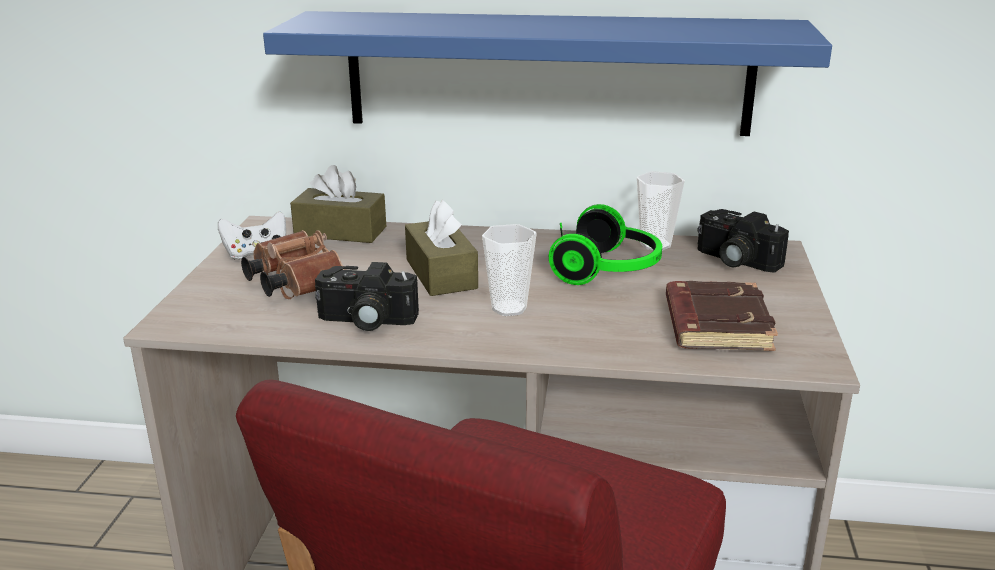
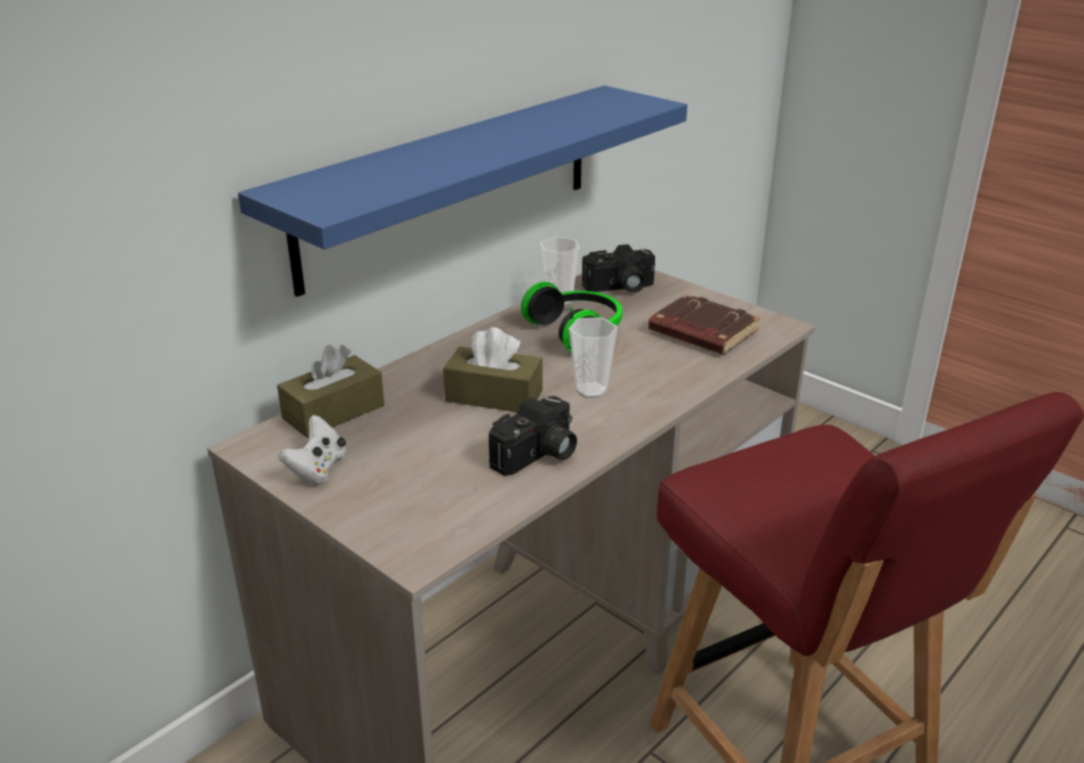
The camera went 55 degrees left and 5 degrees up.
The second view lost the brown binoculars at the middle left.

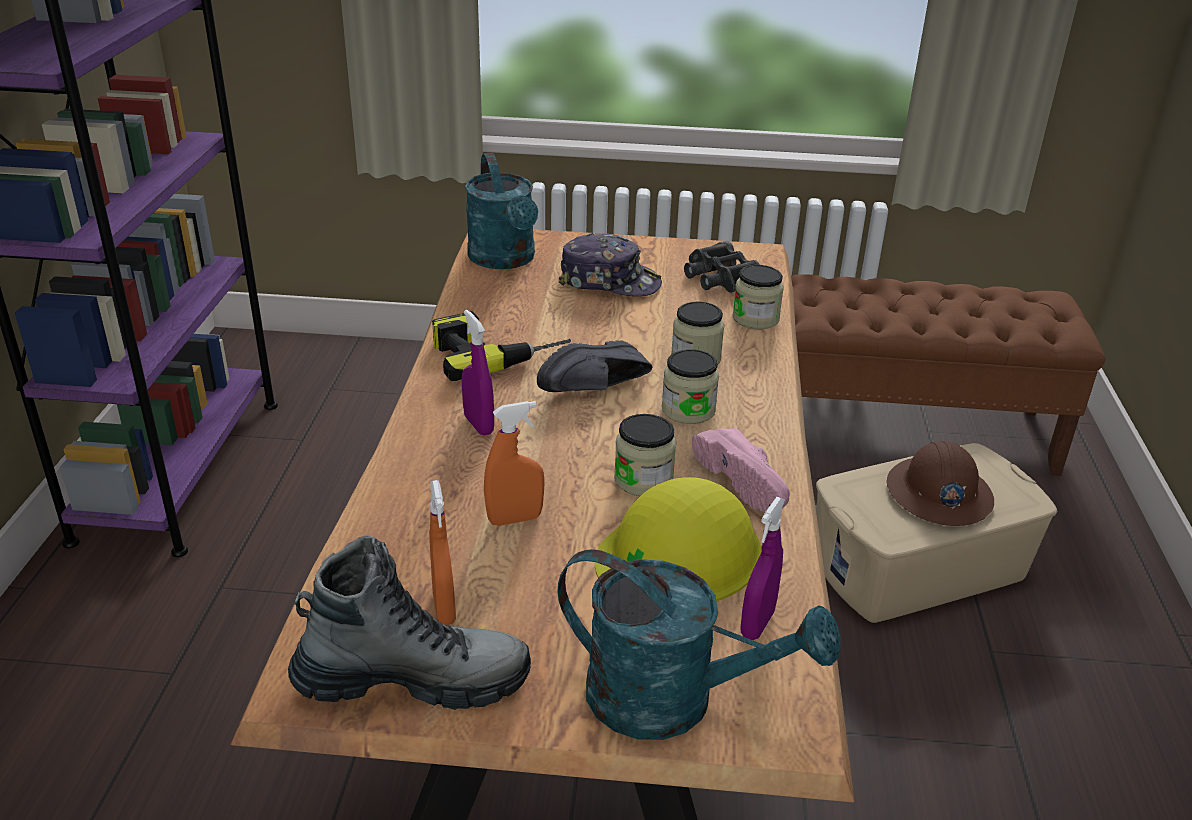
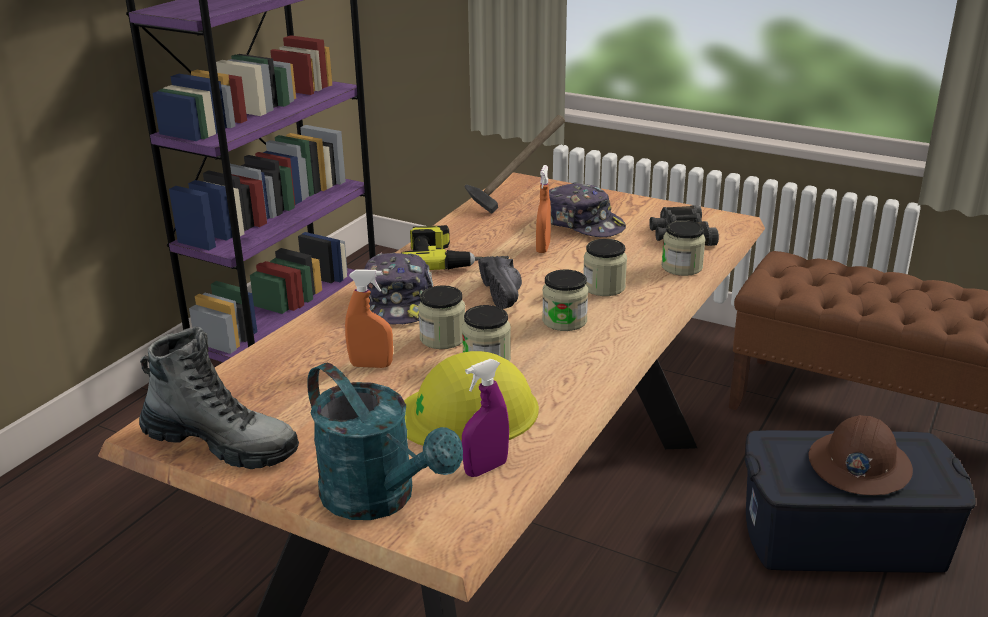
The camera went 25 degrees right and 5 degrees down.
Where the turquoise-coloured sprinkling can (no. 1 from left) stood at the top centre, the tool hammer came to stand at the top centre.
Where the purple-coloured spray bottle (no. 1 from left) stood at the centre, the peaked cap (no. 1 from left) came to stand at the centre.
The black item of footwear at the centre ended up facing another way, 90 degrees counterclockwise from before.
The second view lost the pink-coloured item of footwear at the centre.
What was the beige storage bin at the middle right turned into the blue storage bin at the bottom right.
The orange spray bottle (no. 1 from left in the first image) ended up elsewhere, having gone from the bottom centre to the centre.
The second view gained the jar (no. 1 from left) at the centre.

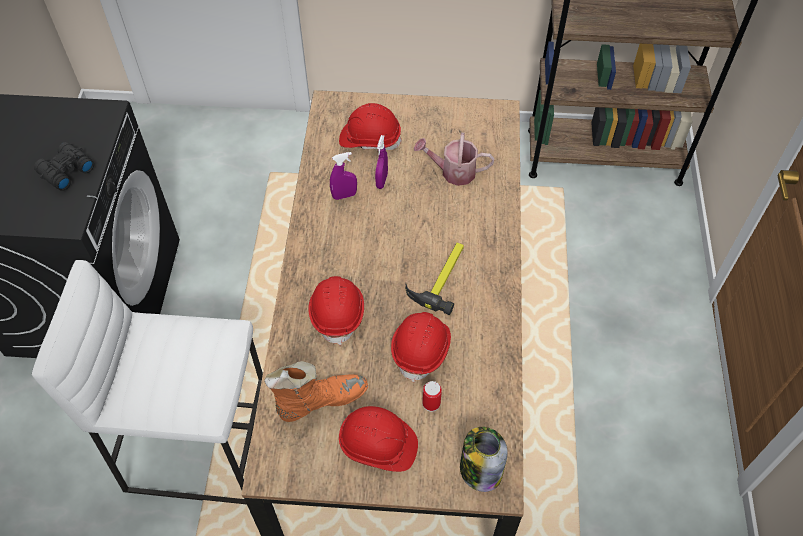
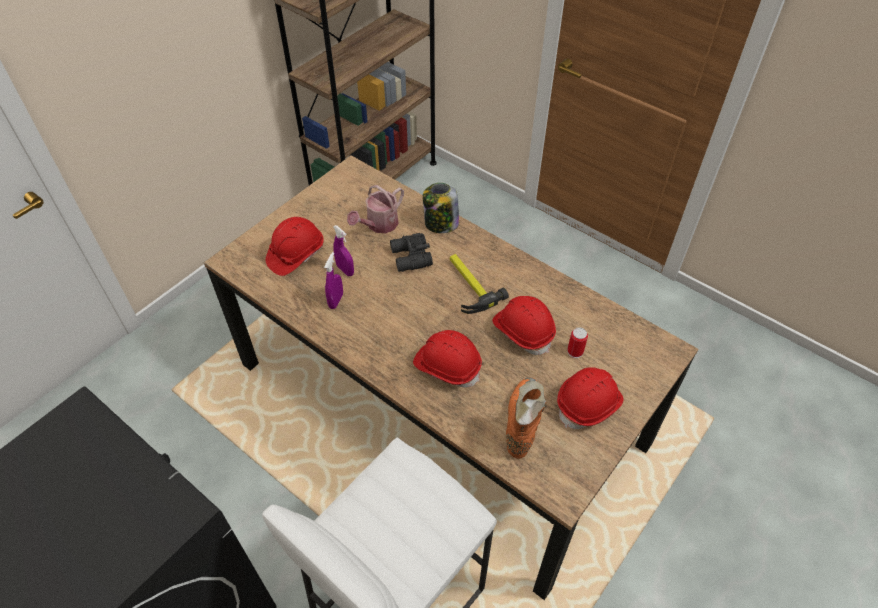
The camera went 55 degrees left and 5 degrees down.
The black binoculars ended up elsewhere, having gone from the top left to the centre.
The jar ended up elsewhere, having gone from the bottom centre to the centre.

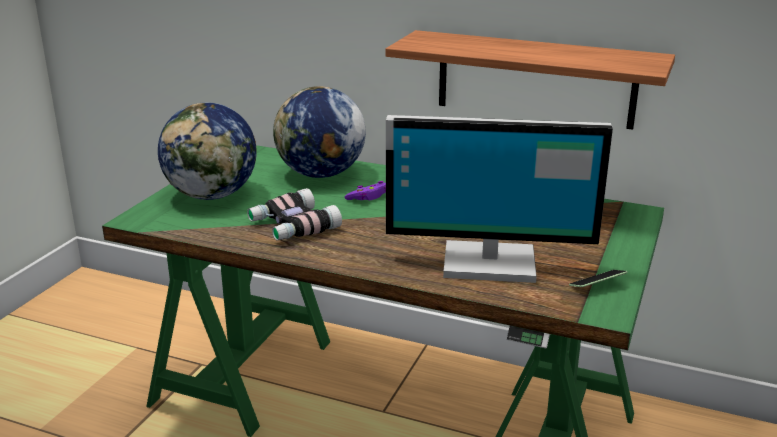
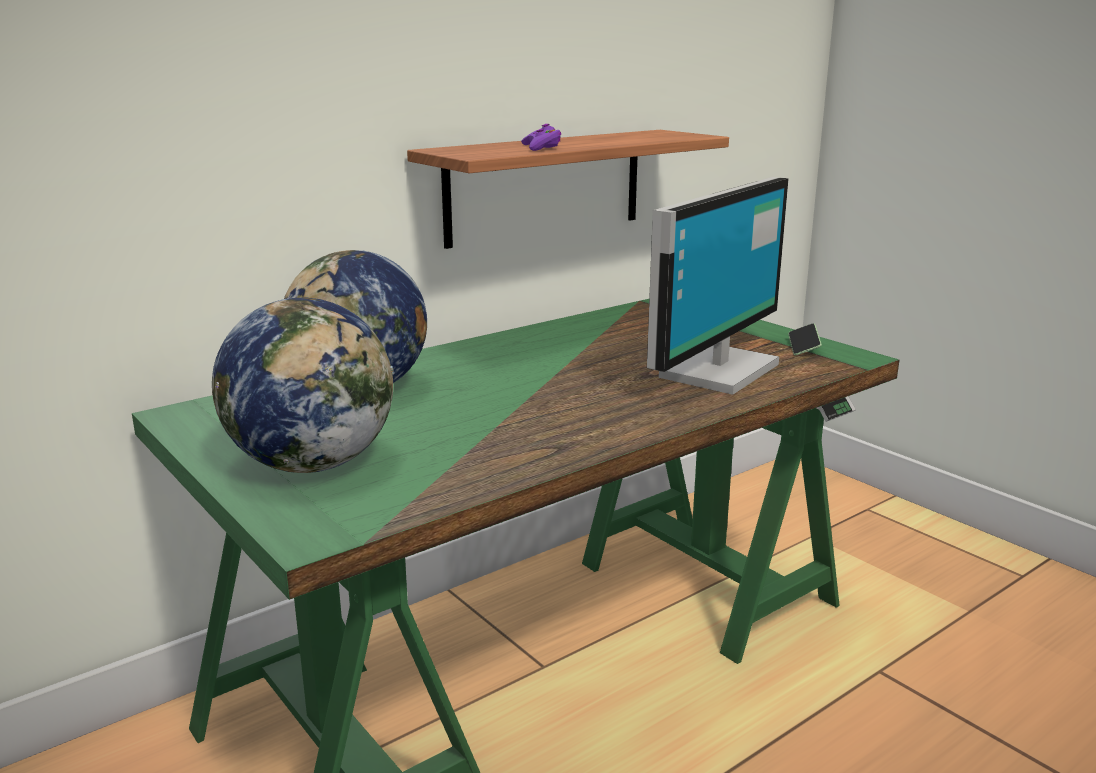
The camera went 60 degrees left and 5 degrees down.
The purple-coloured gamepad ended up elsewhere, having gone from the centre to the top centre.
The second view lost the binoculars at the centre.

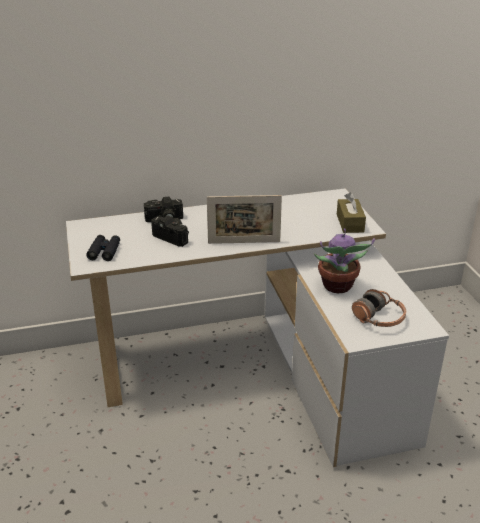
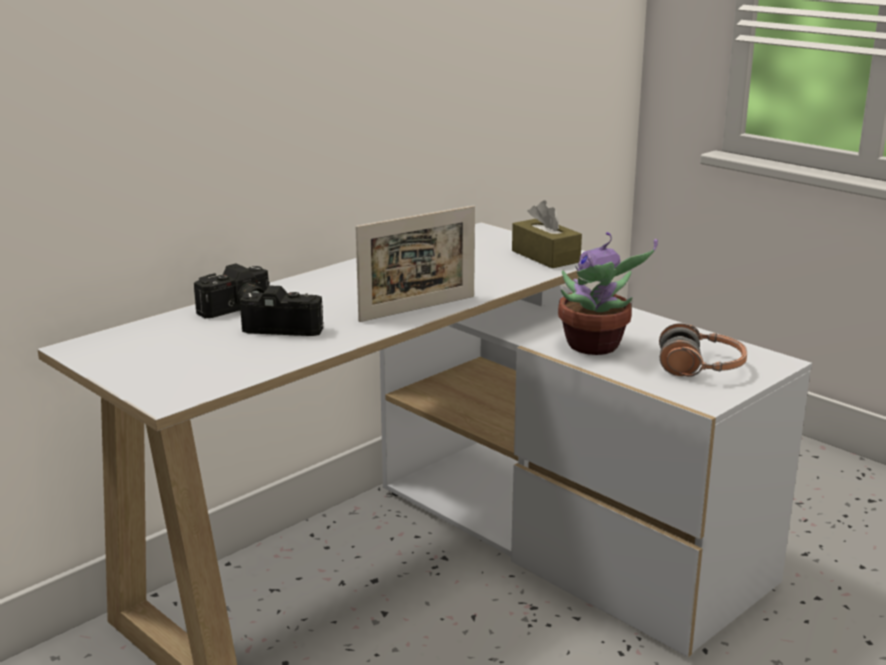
The camera went 30 degrees left and 10 degrees down.
The second view lost the black binoculars at the middle left.

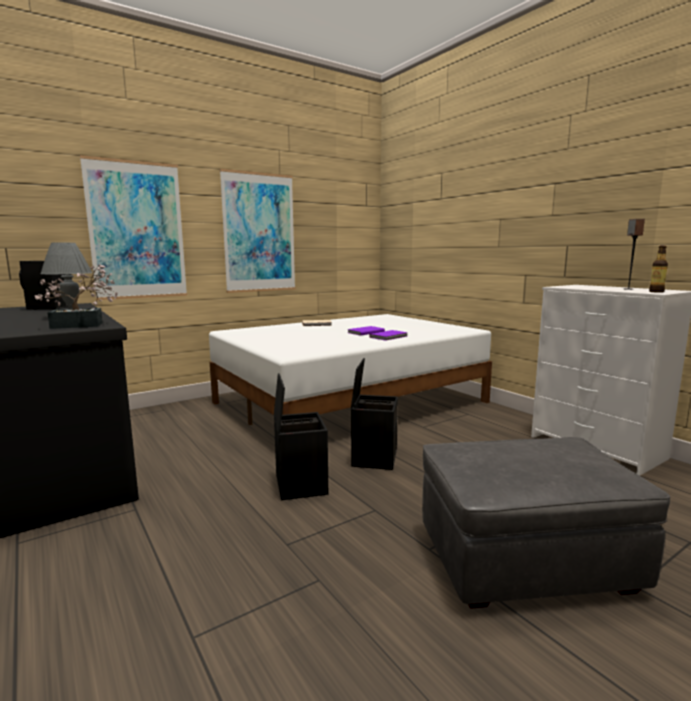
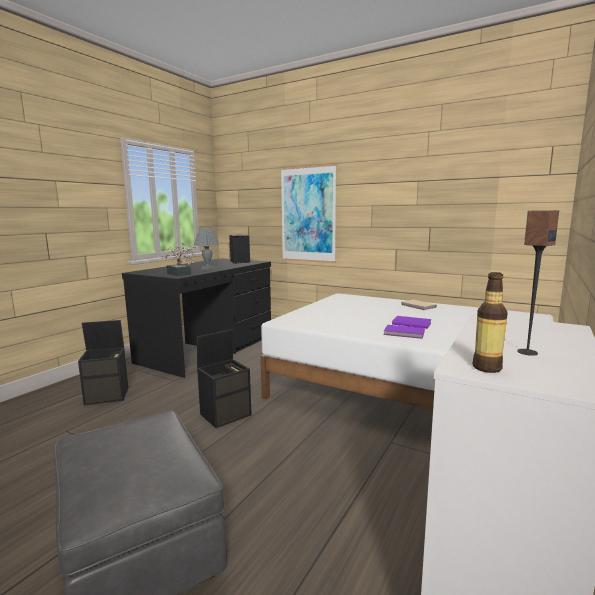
The camera went 65 degrees right and 0 degrees up.
The second view lost the wall art (no. 2 from left) at the top centre.
The black storage bin (no. 2 from left in the first image) ended up elsewhere, having gone from the centre to the middle left.

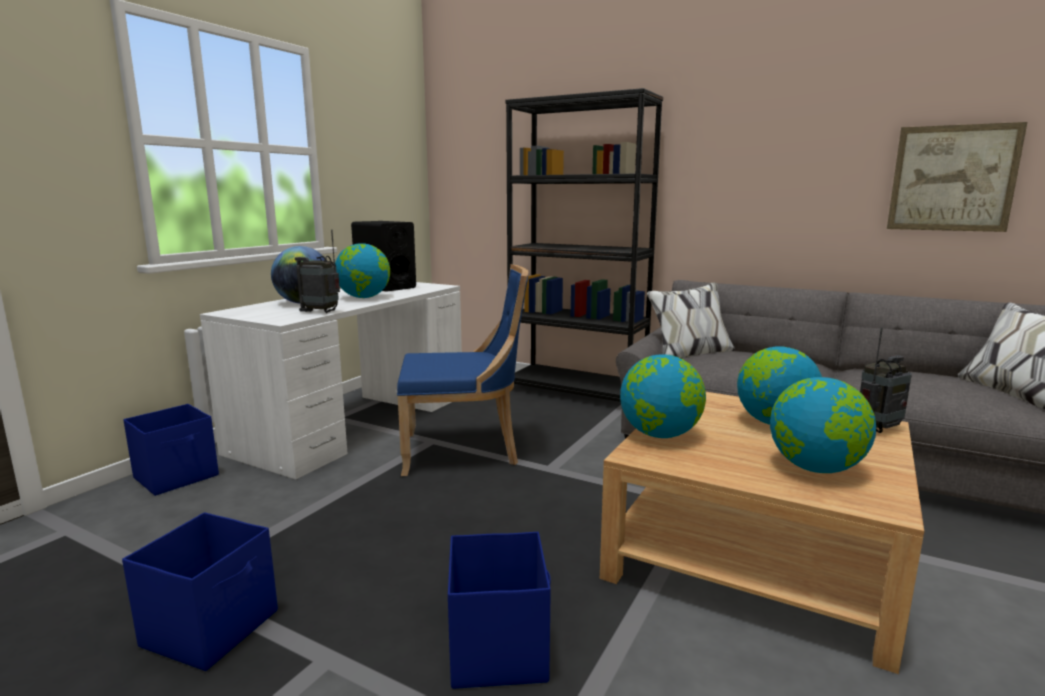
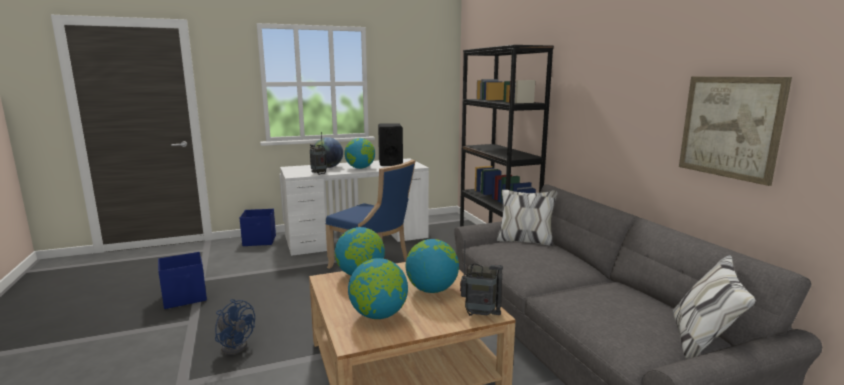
The camera went 40 degrees right and 0 degrees up.
Where the blue storage bin (no. 3 from left) stood at the bottom centre, the blue cooling fan came to stand at the bottom left.

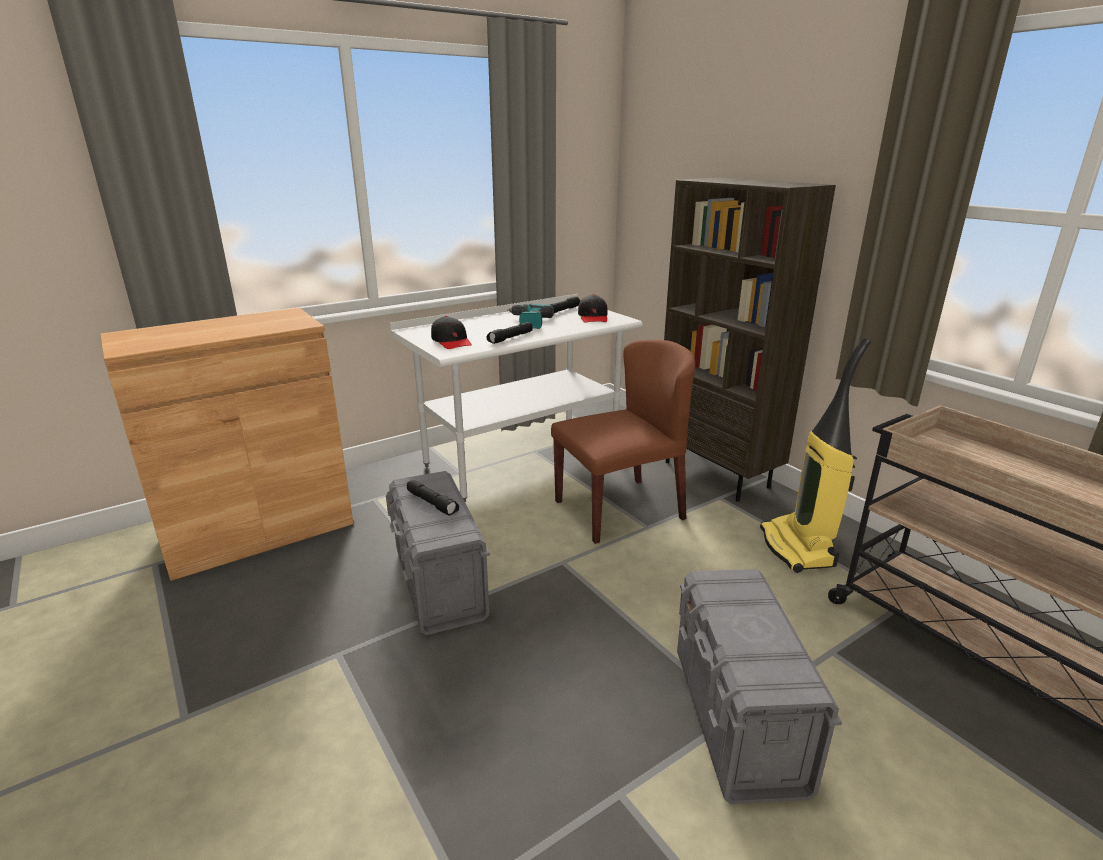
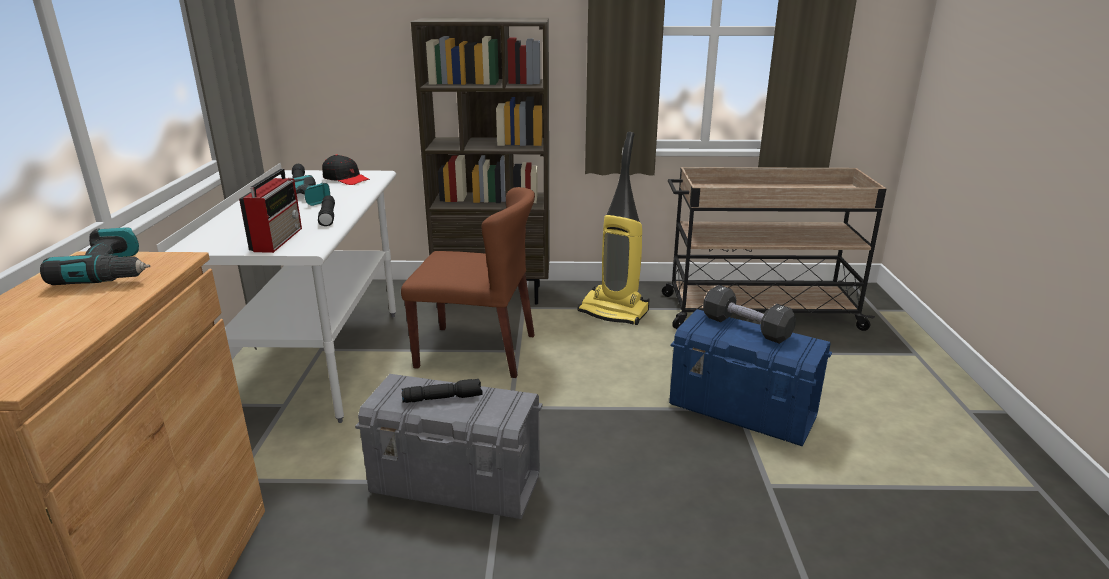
The camera went 55 degrees left and 0 degrees up.
Where the black peaked cap (no. 1 from left) stood at the centre, the radio set came to stand at the middle left.
The brown upright chair at the centre ended up facing another way, 90 degrees clockwise from before.
What was the grey storage bin (no. 2 from left) at the bottom right turned into the blue storage bin at the middle right.
The second view gained the power drill (no. 1 from left) at the middle left.
The second view gained the black free weight at the middle right.

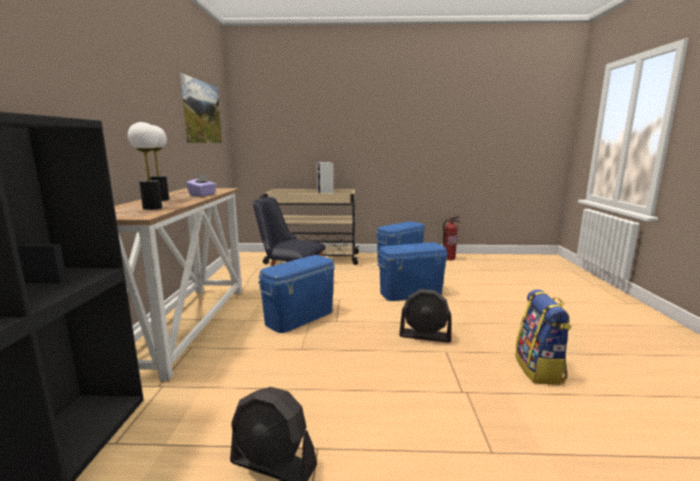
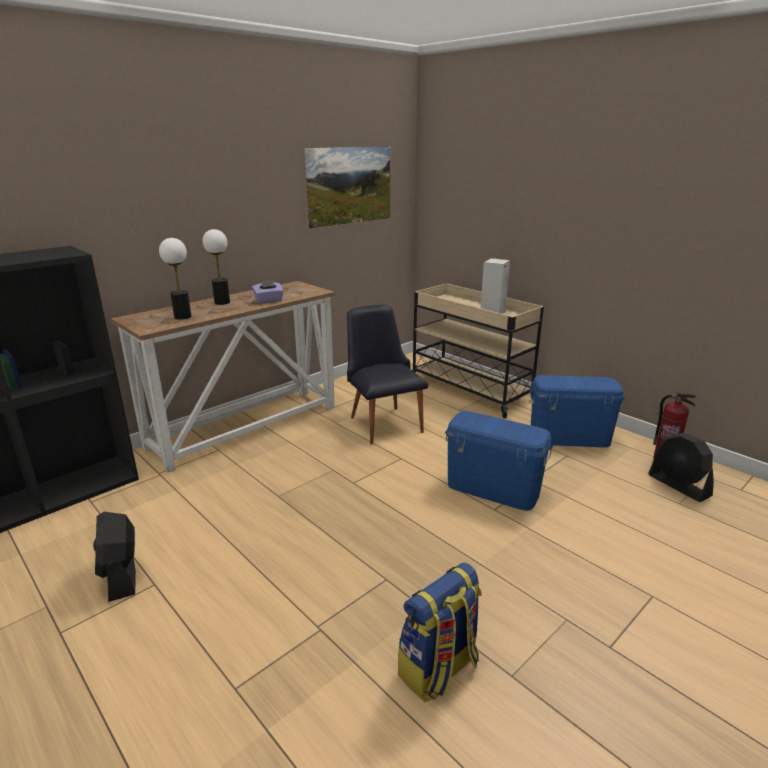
The camera went 45 degrees right and 10 degrees up.
The second view lost the blue storage bin (no. 1 from left) at the centre.
The black cooling fan (no. 2 from left) ended up elsewhere, having gone from the centre to the middle right.

